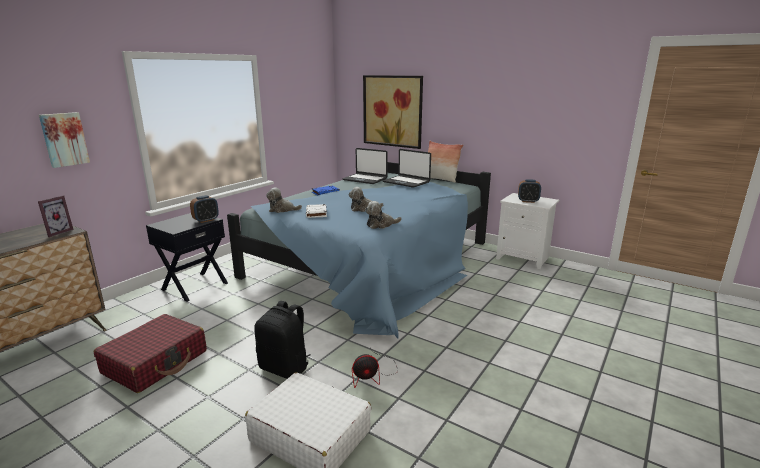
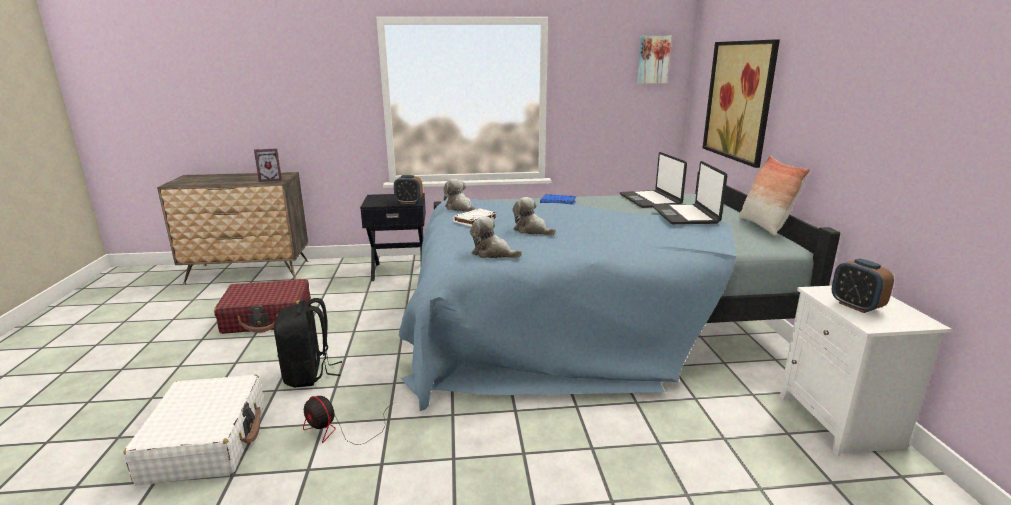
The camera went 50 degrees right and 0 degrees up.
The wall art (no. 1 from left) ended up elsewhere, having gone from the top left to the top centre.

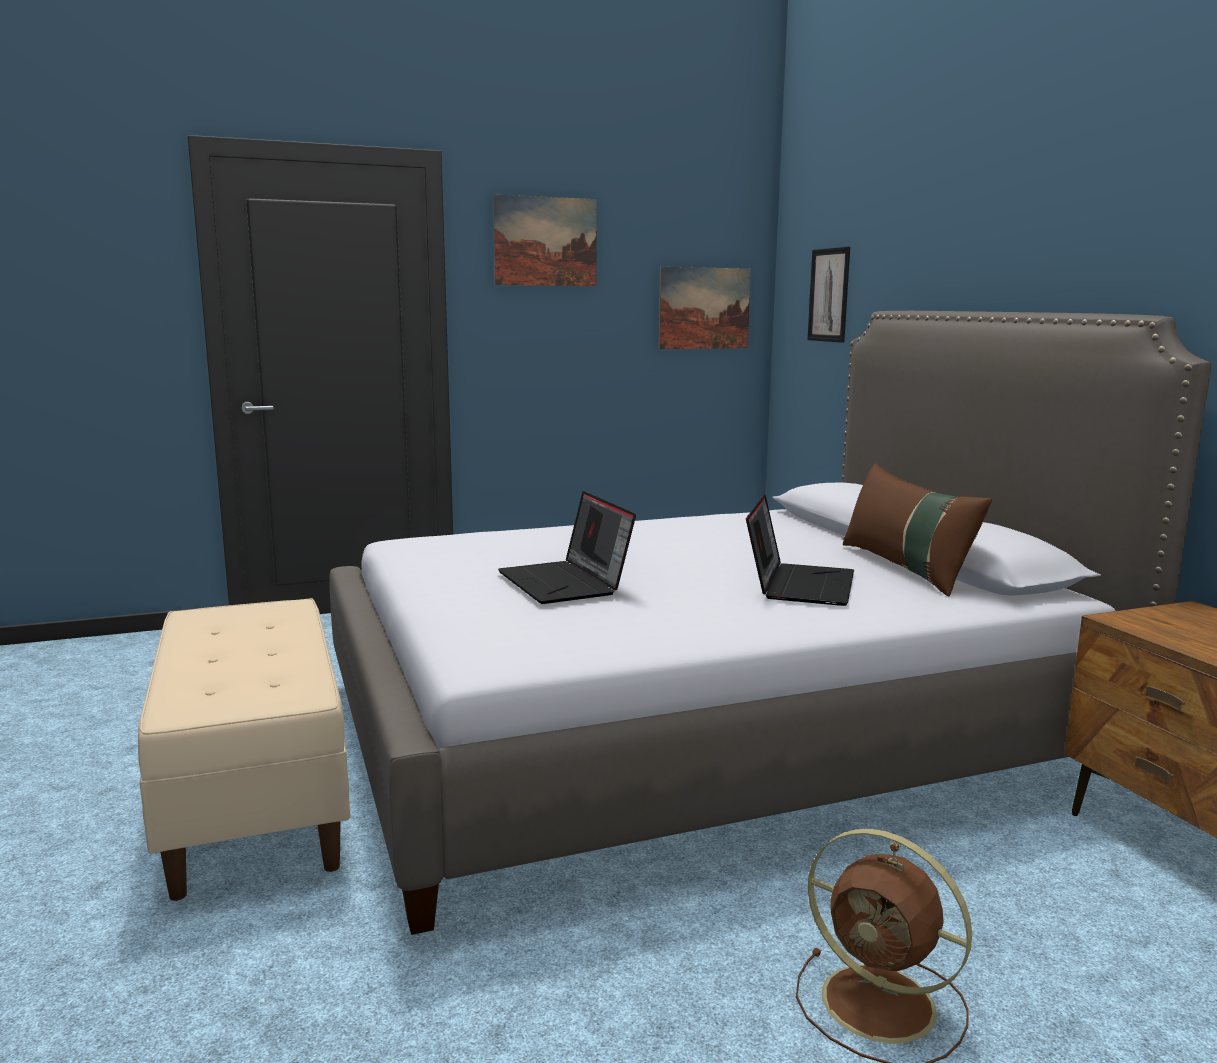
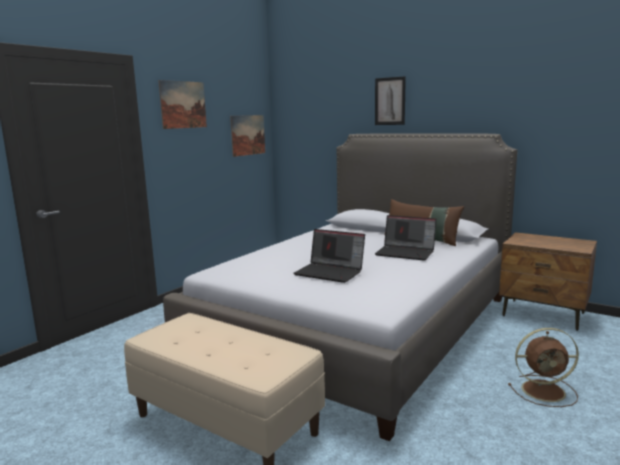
The camera went 35 degrees left and 0 degrees up.
The wall art (no. 3 from left) ended up elsewhere, having gone from the top right to the top centre.
The laptop (no. 2 from left) at the centre ended up facing another way, 135 degrees clockwise from before.

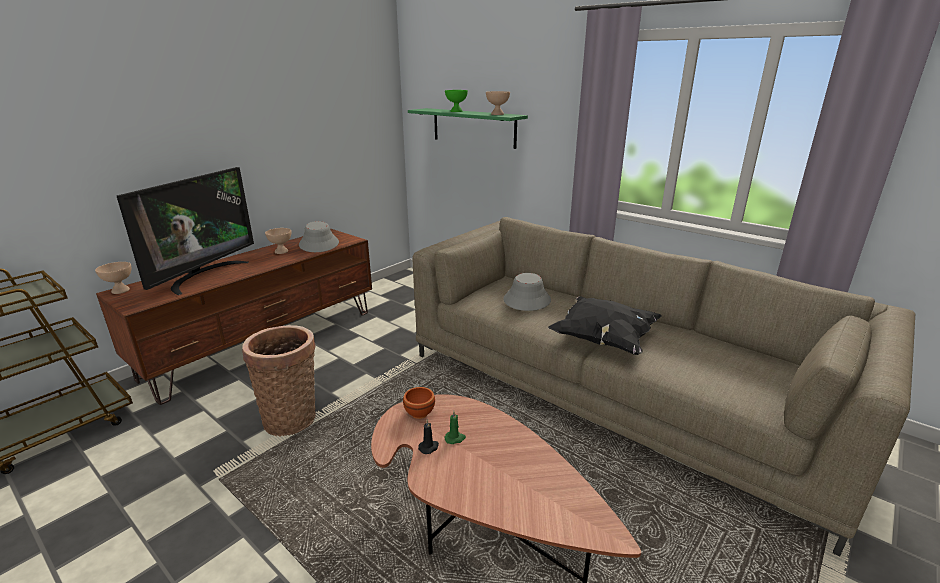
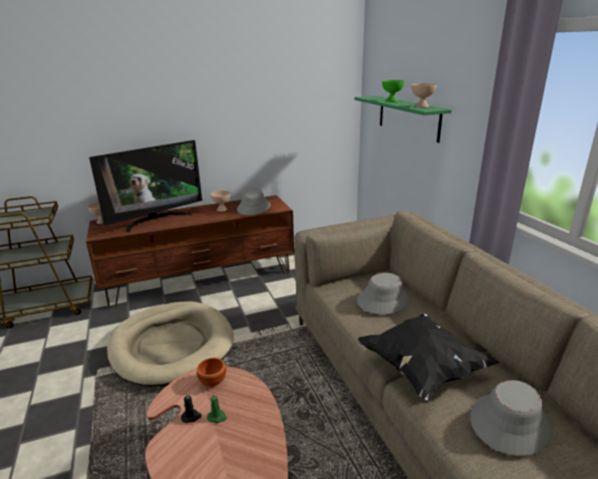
The camera went 30 degrees right and 0 degrees up.
Where the storage basket stood at the middle left, the beige pet bed came to stand at the bottom left.
The second view gained the grey wearable hat (no. 3 from left) at the bottom right.

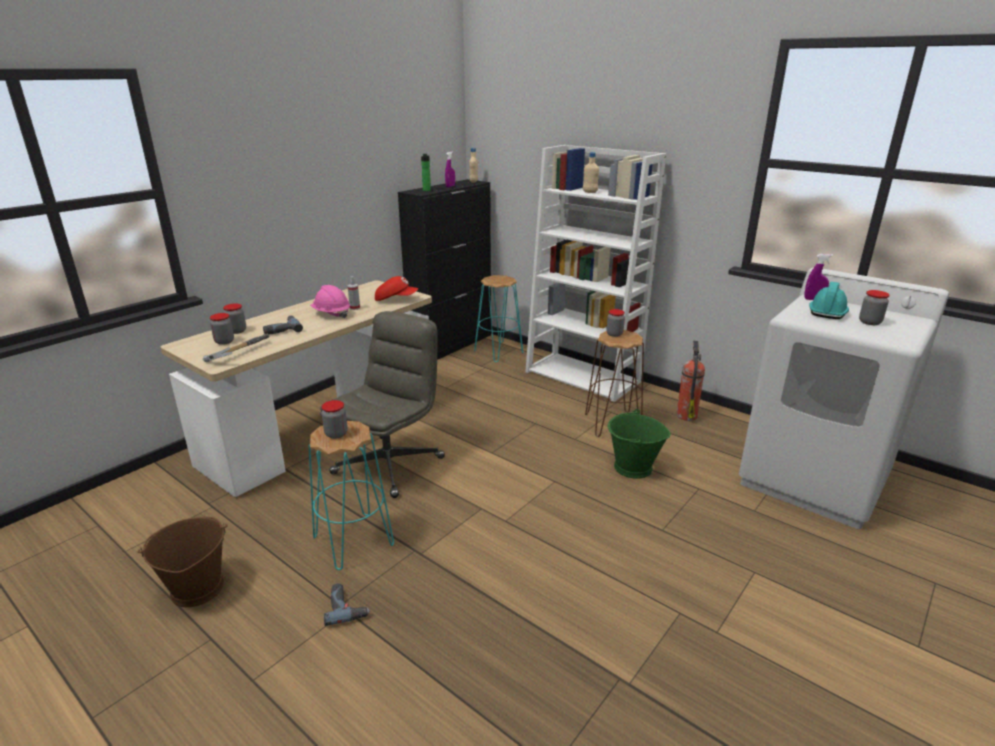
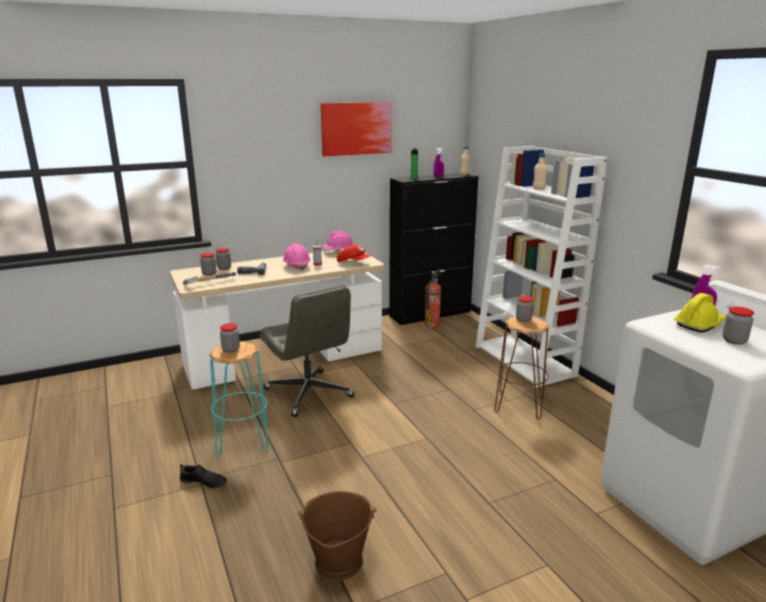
The camera went 25 degrees right and 5 degrees down.
The second view lost the turquoise-coloured stool seat (no. 2 from left) at the centre.
What was the turquoise-coloured safety helmet at the middle right turned into the yellowish safety helmet at the middle right.
The grey desk chair at the centre ended up facing another way, 90 degrees clockwise from before.
The extinguisher ended up elsewhere, having gone from the middle right to the centre.
The second view lost the green pail at the centre.
The brown pail ended up elsewhere, having gone from the bottom left to the bottom centre.
Where the power drill (no. 2 from left) stood at the bottom centre, the black item of footwear came to stand at the bottom left.
The second view gained the wall art at the top centre.
The second view gained the pink-coloured safety helmet (no. 2 from left) at the centre.

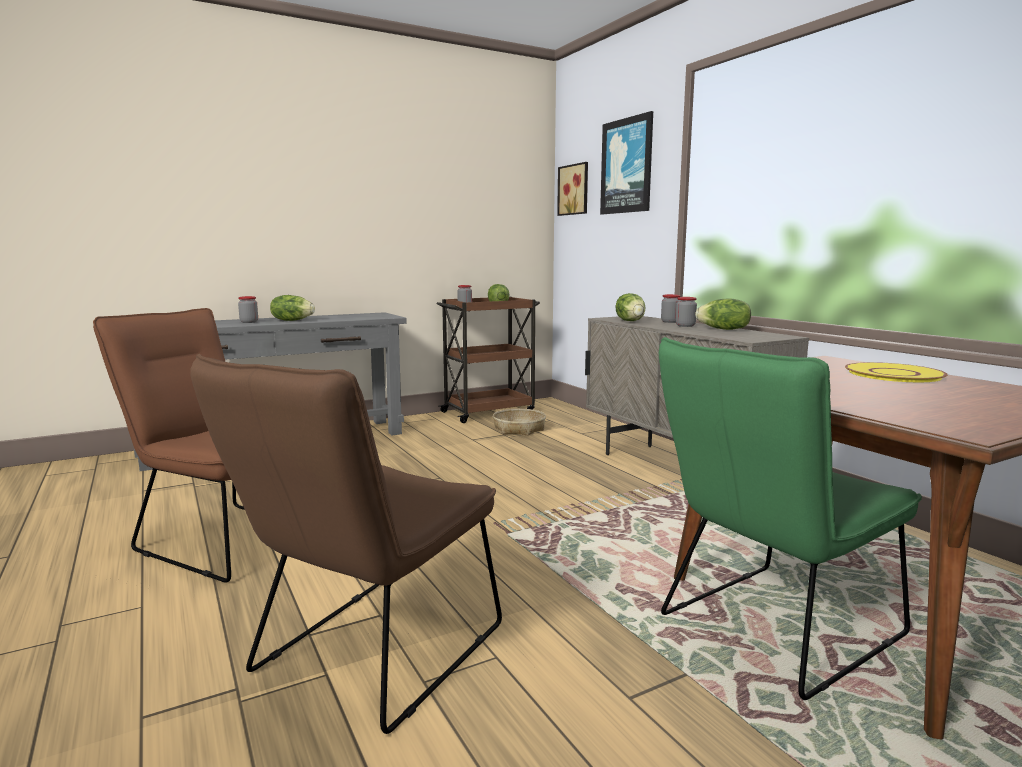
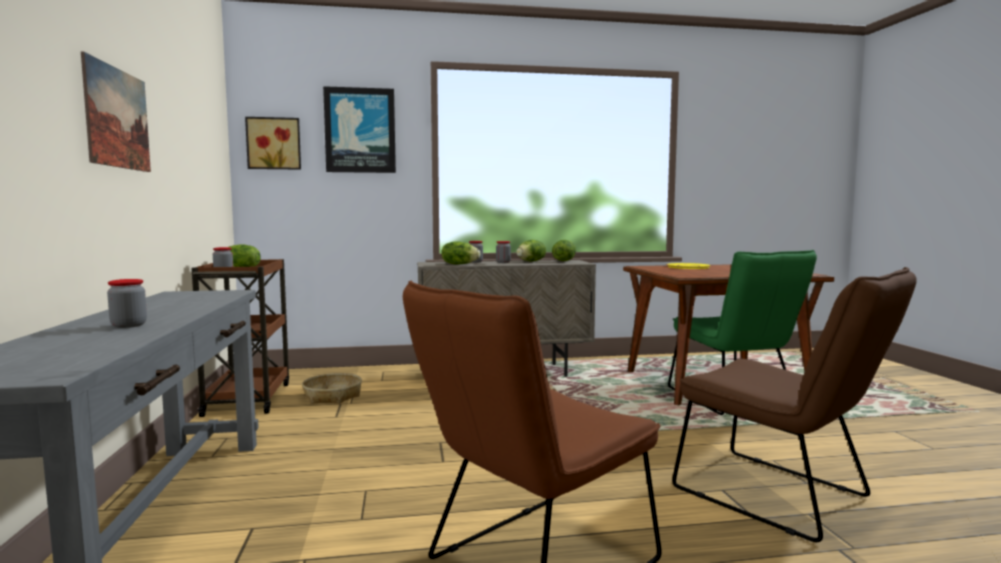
The camera went 70 degrees left and 5 degrees down.
The lettuce head (no. 1 from left in the first image) ended up elsewhere, having gone from the middle left to the centre.
The second view gained the wall art (no. 1 from left) at the top left.

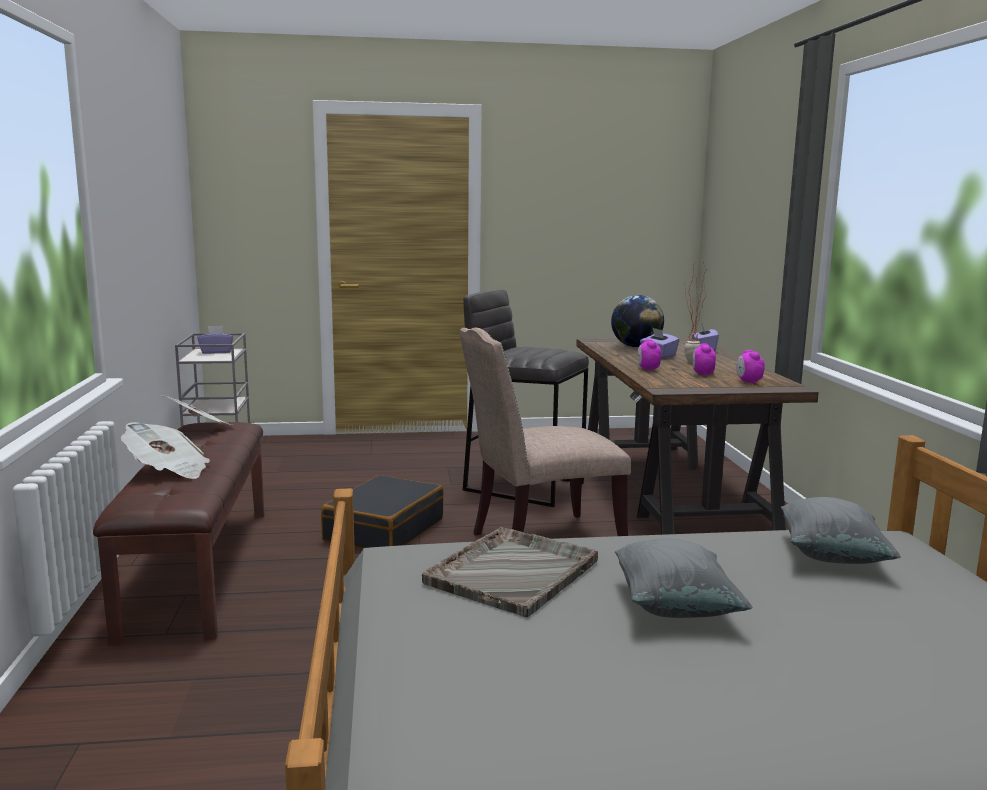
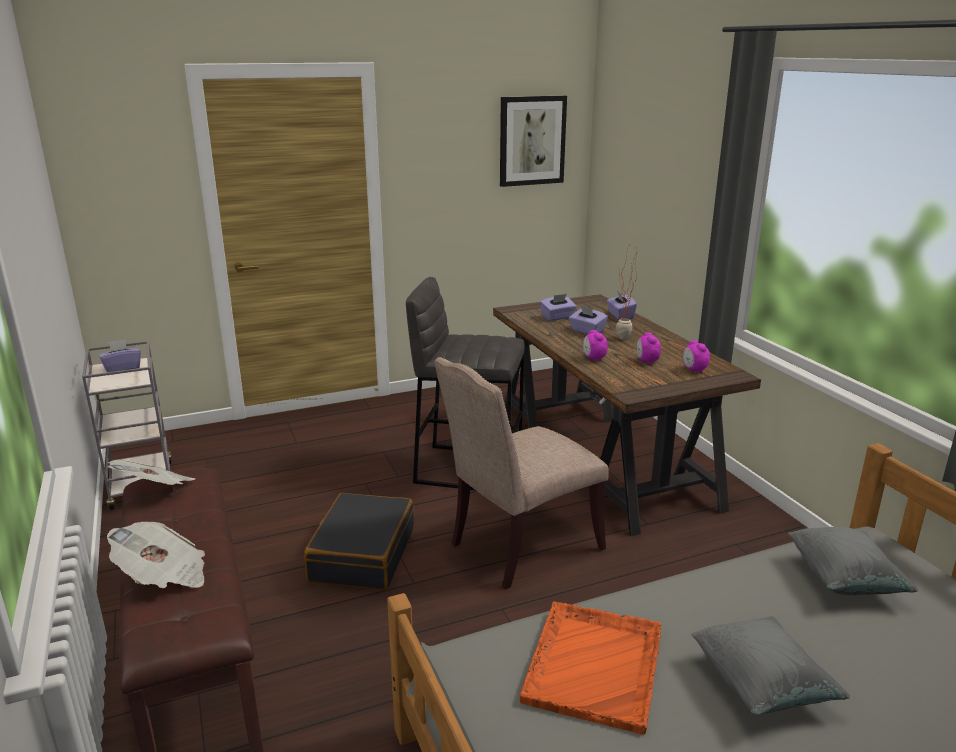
The camera went 15 degrees left and 10 degrees up.
Where the world globe stood at the centre, the purple-coloured box of tissues (no. 2 from left) came to stand at the centre.
What was the grey serving tray at the bottom centre turned into the orange serving tray at the bottom centre.
The second view gained the wall art at the top centre.

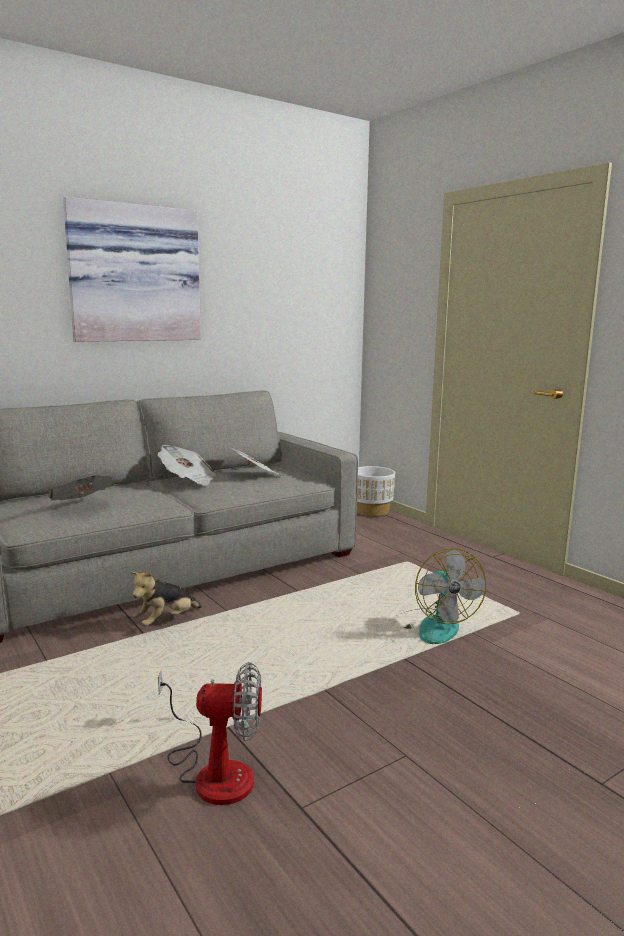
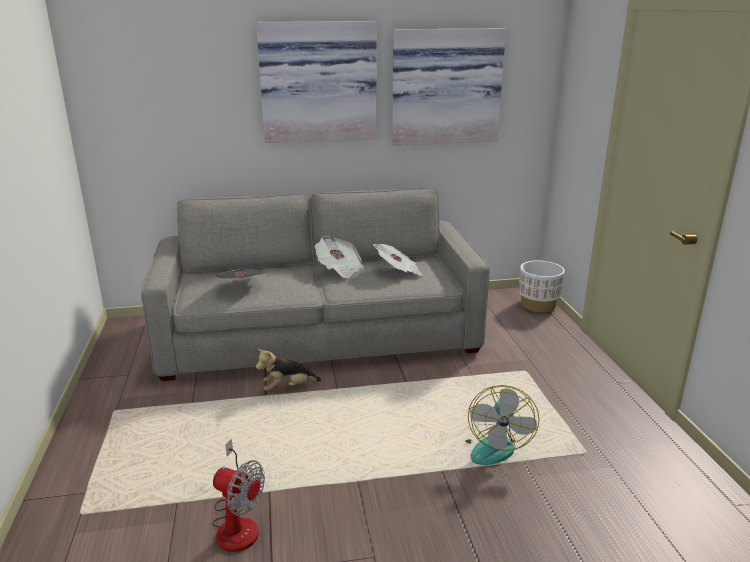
The camera went 25 degrees right and 10 degrees up.
The second view gained the wall art (no. 2 from left) at the top centre.

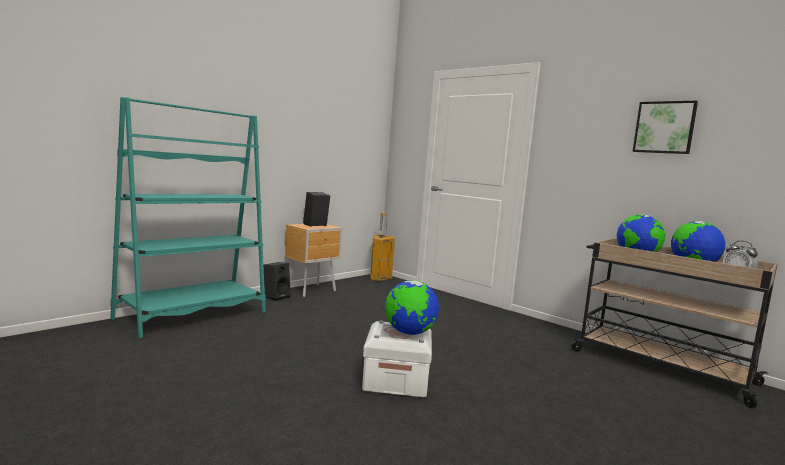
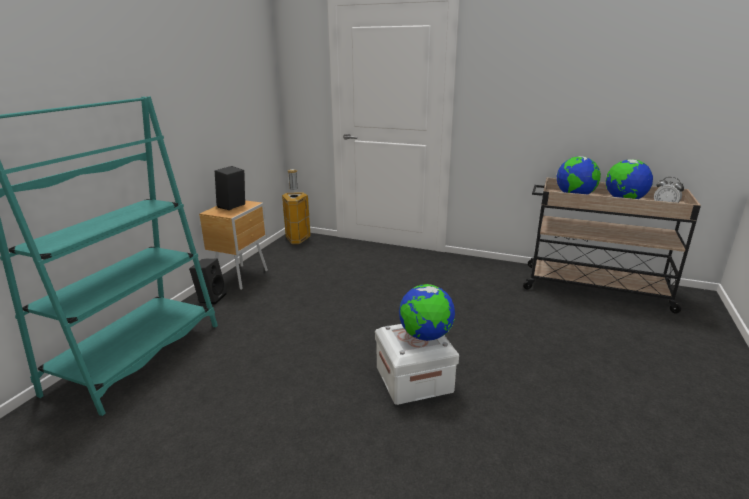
The camera went 20 degrees left and 15 degrees up.
The second view lost the wall art at the top right.

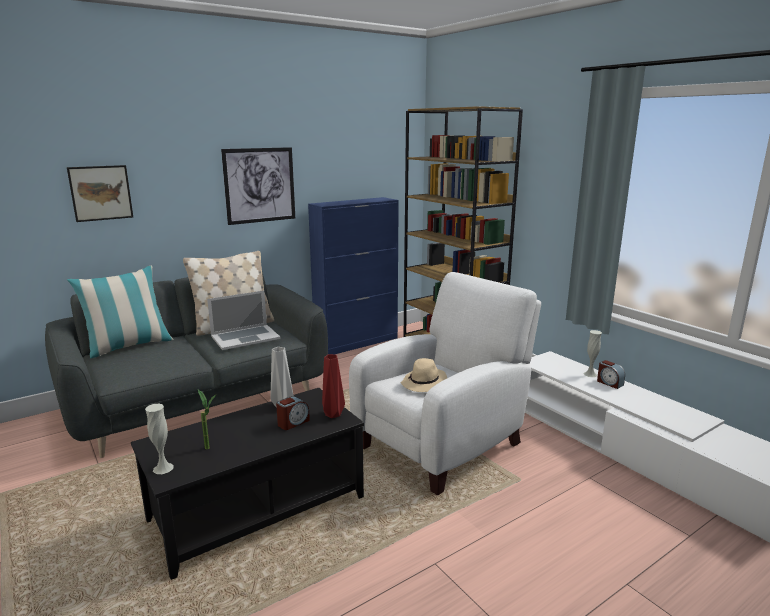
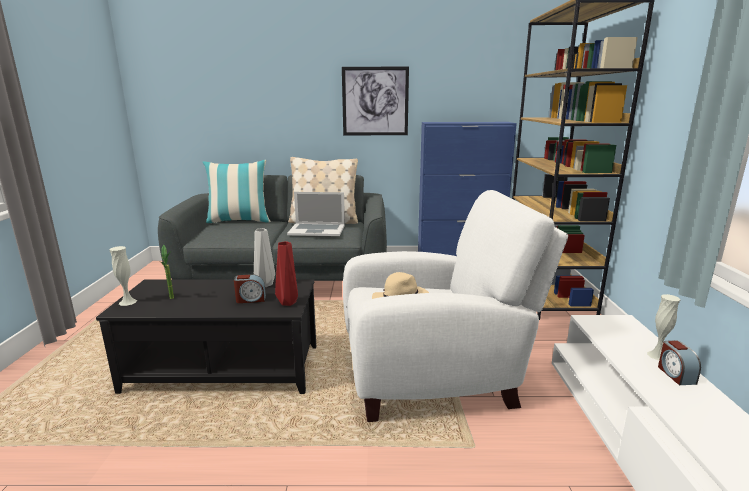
The camera went 35 degrees right and 0 degrees up.
The second view lost the wall art (no. 1 from left) at the top left.

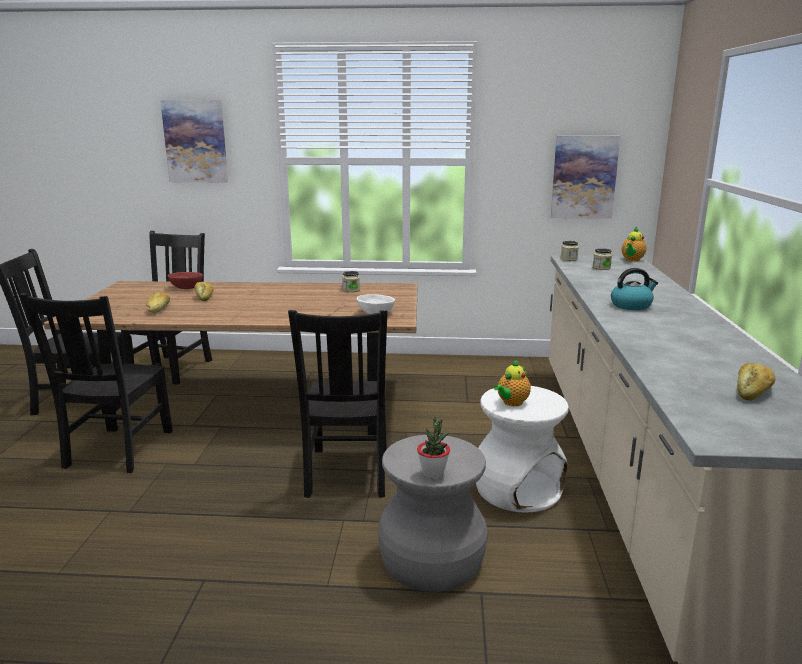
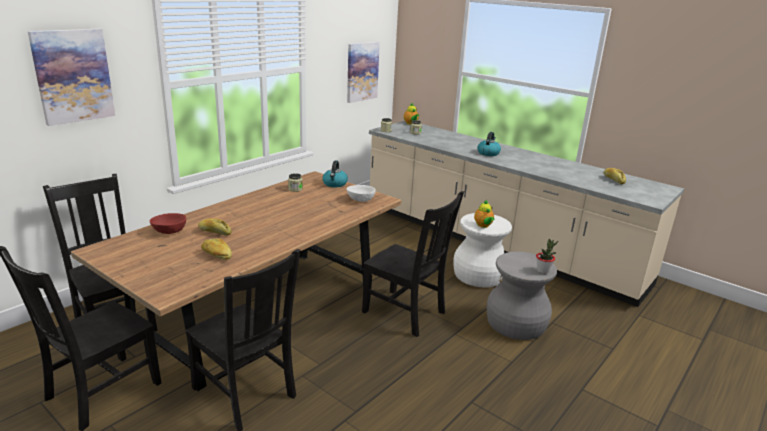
The camera went 55 degrees left and 5 degrees up.
The second view gained the tea kettle (no. 1 from left) at the centre.

